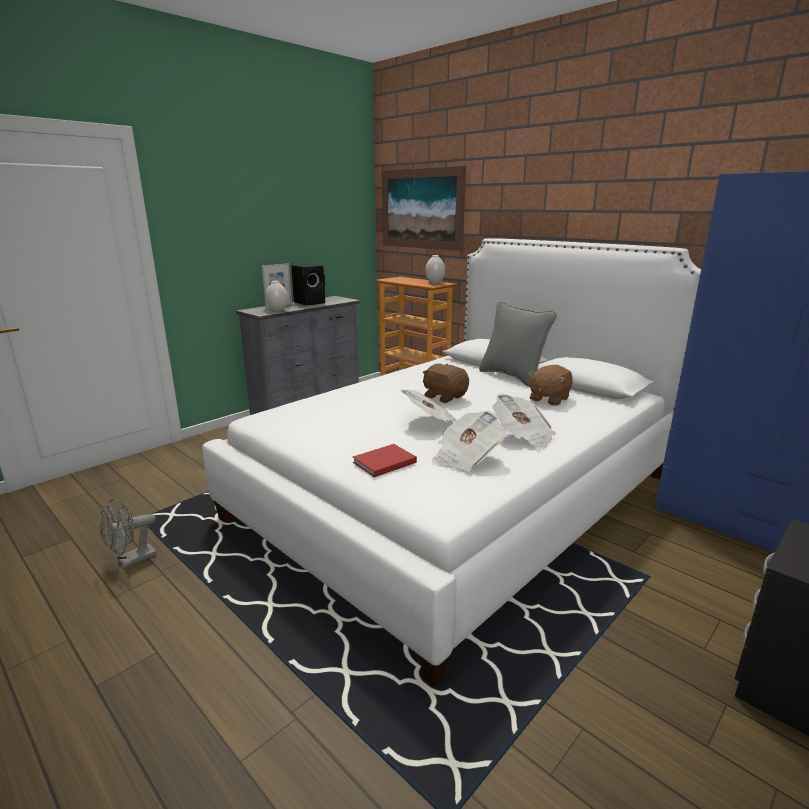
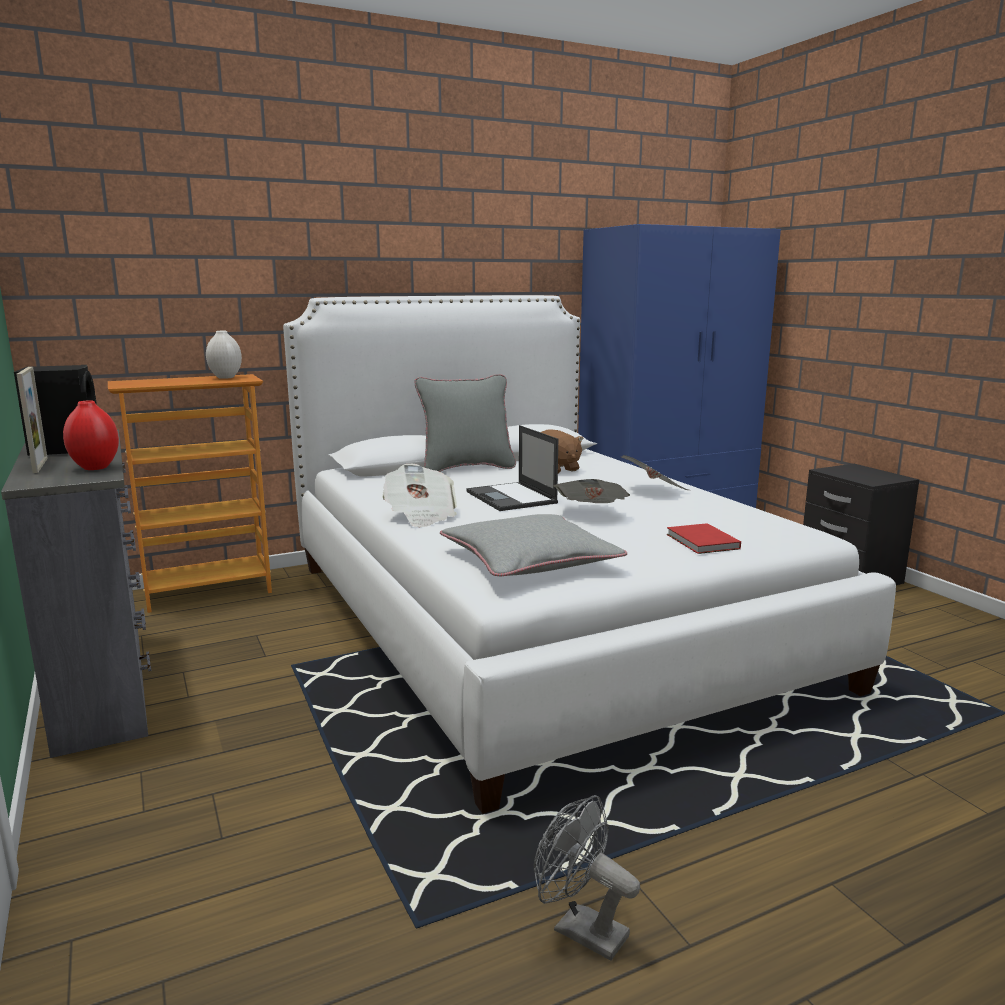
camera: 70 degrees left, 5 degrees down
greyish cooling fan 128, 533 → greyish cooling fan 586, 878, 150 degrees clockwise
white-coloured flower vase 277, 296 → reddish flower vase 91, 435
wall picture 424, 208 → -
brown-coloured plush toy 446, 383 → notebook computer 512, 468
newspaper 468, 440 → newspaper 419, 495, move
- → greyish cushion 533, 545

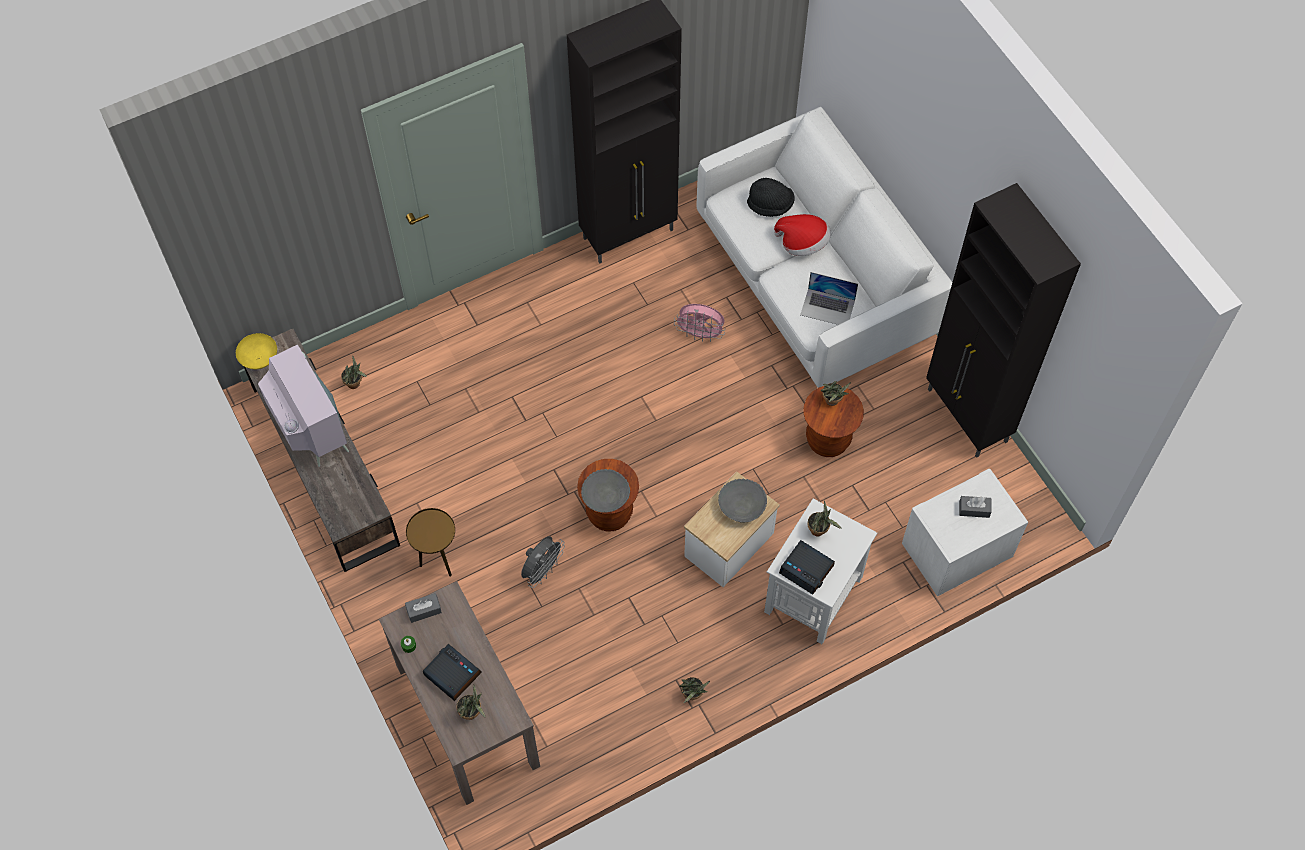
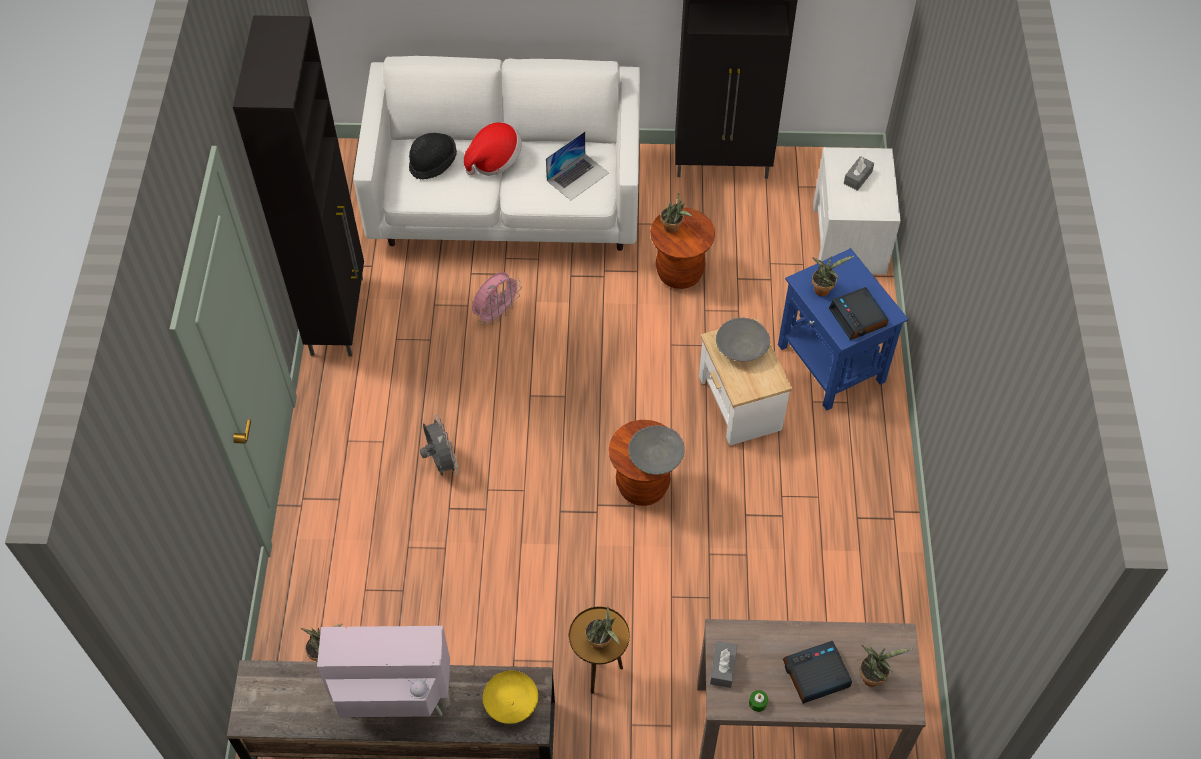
camera: 60 degrees left, 5 degrees down
yellowish bowl 256, 351 → yellowish bowl 510, 697, move
greyish cooling fan 543, 562 → greyish cooling fan 439, 445, move
potted plant 694, 690 → potted plant 602, 627, move
white-coloured side table 820, 571 → blue-coloured side table 843, 329
table clock 807, 567 → table clock 859, 313, 90 degrees clockwise

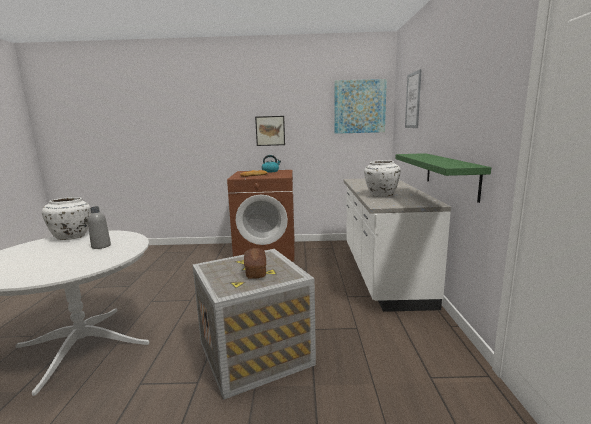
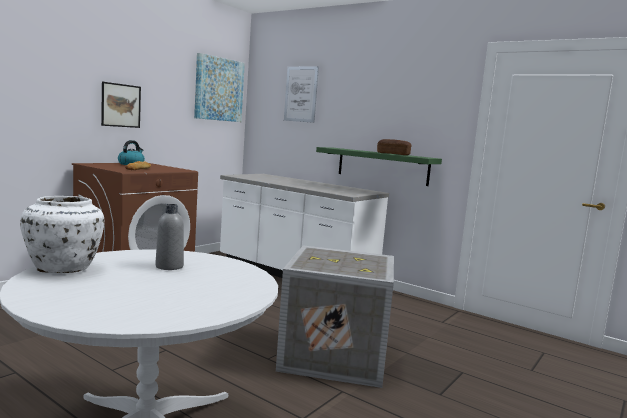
camera: 55 degrees left, 5 degrees down
bakery bread 255, 263 → bakery bread 394, 147, move
white-coloured flower vase 382, 178 → -

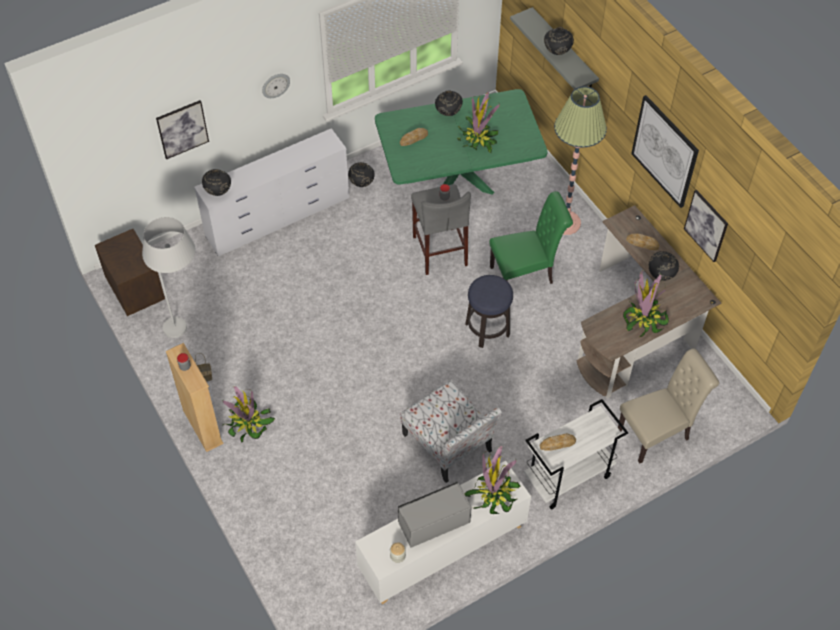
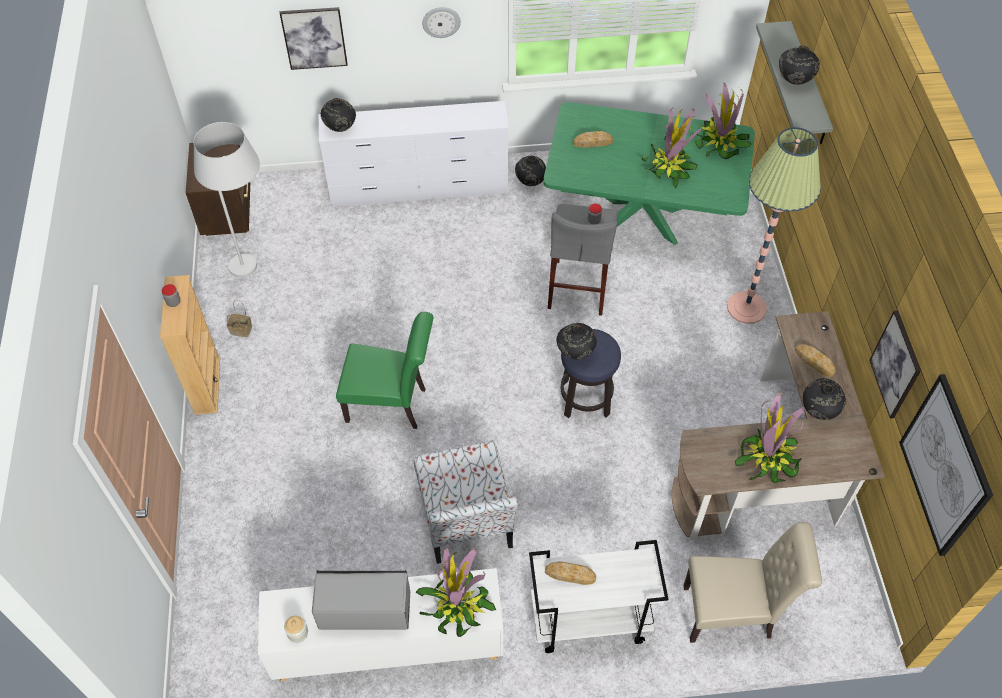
camera: 25 degrees right, 0 degrees up
potted plant 249, 414 → potted plant 721, 120, move
black flower vase 449, 103 → black flower vase 577, 341, move
green-coloured chair 531, 237 → green-coloured chair 384, 370, move
wall picture 665, 151 → wall picture 946, 465, move

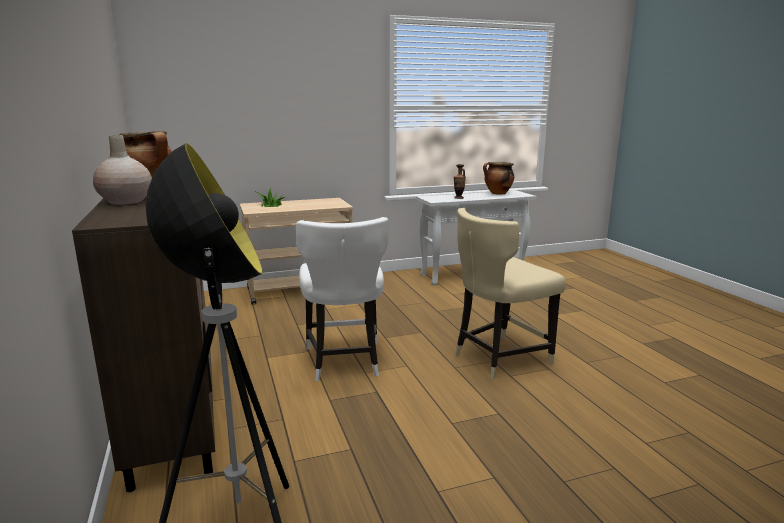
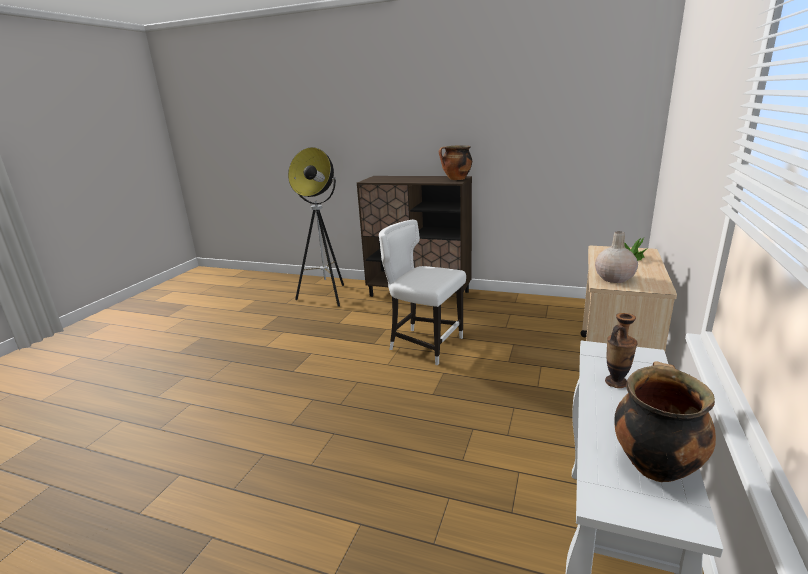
camera: 130 degrees right, 5 degrees up
sand-coloured flower vase 122, 170 → sand-coloured flower vase 616, 257, move
sand-coloured chair 510, 294 → -

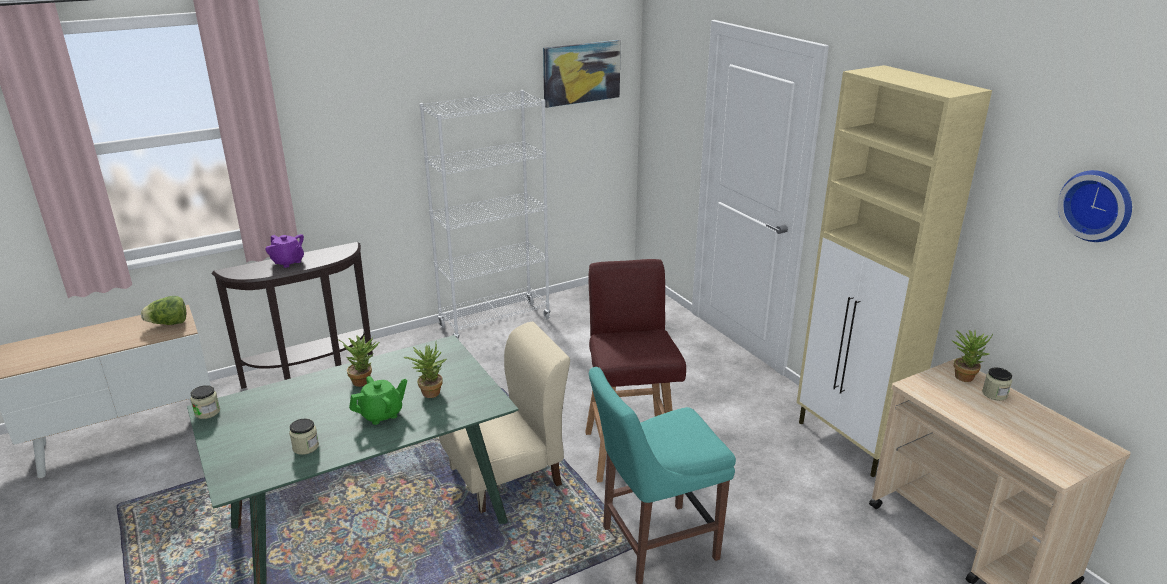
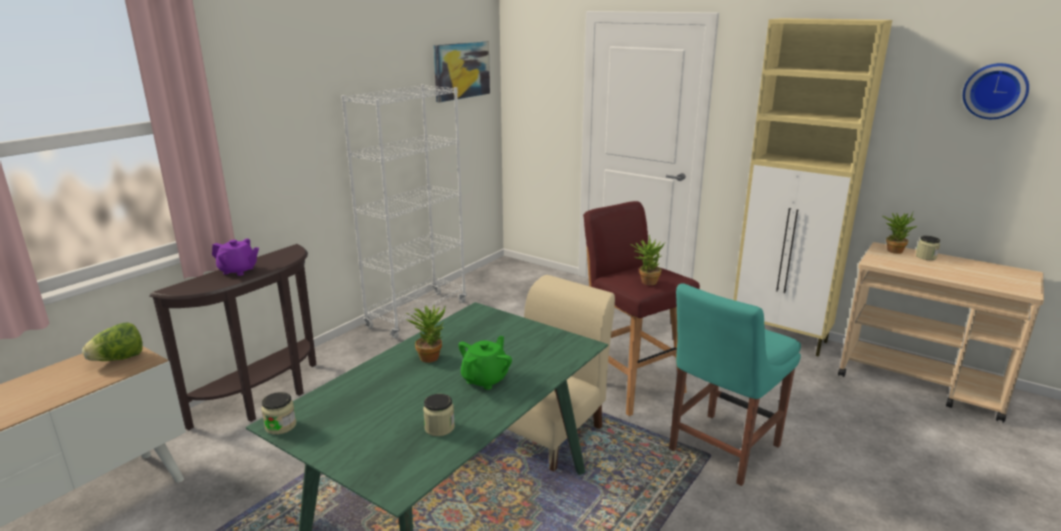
camera: 25 degrees left, 5 degrees down
potted plant 425, 371 → potted plant 647, 260, move

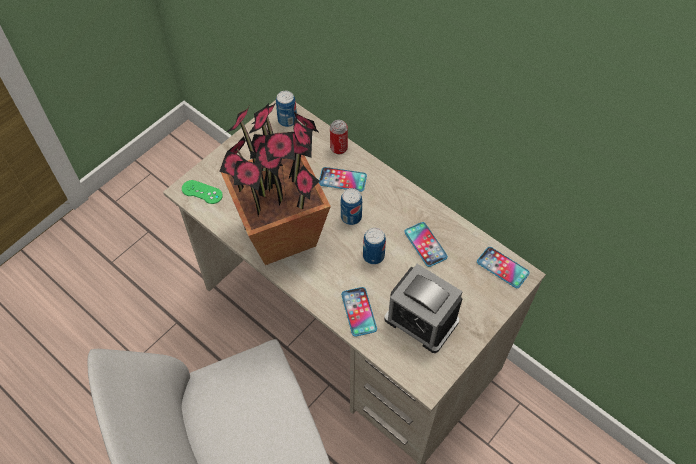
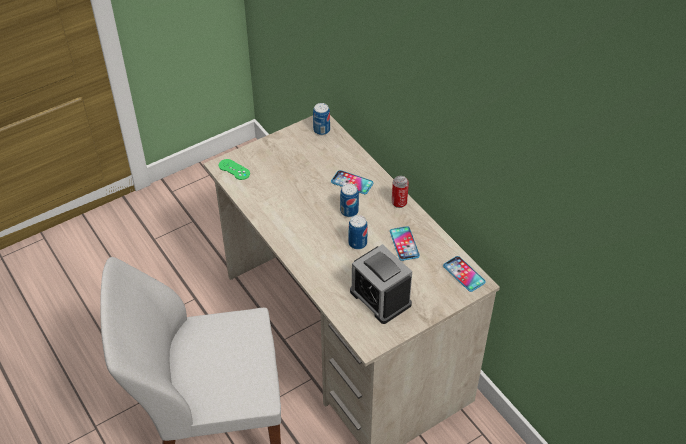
camera: 15 degrees right, 10 degrees down
potted plant 275, 183 → -
sealed can 339, 137 → sealed can 400, 192, move
telephone 359, 312 → -

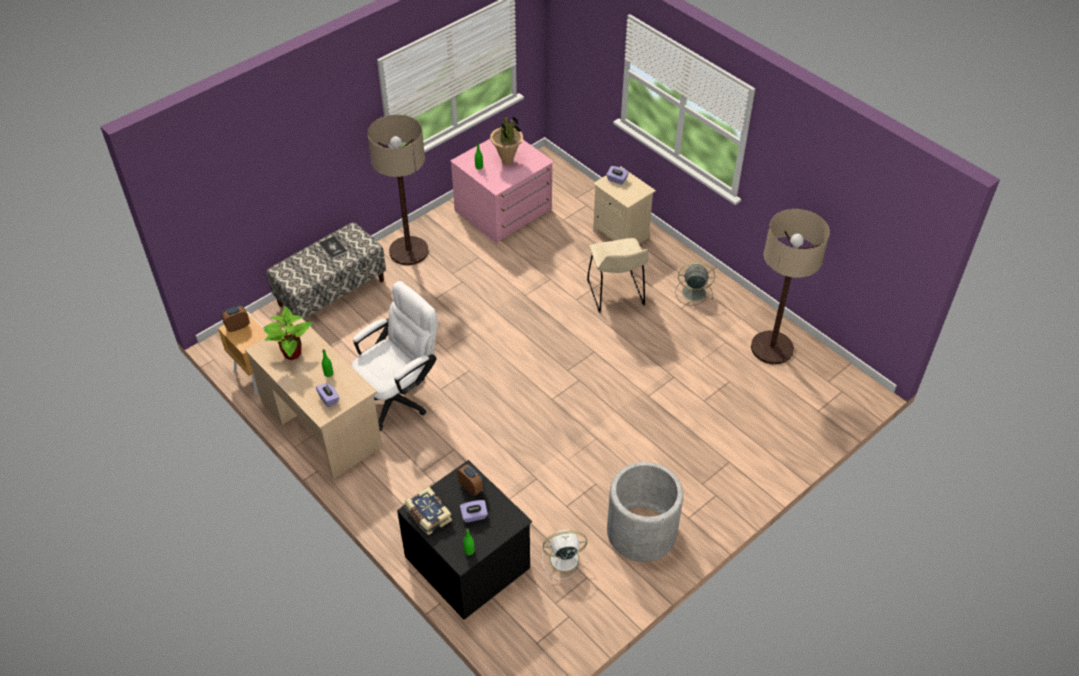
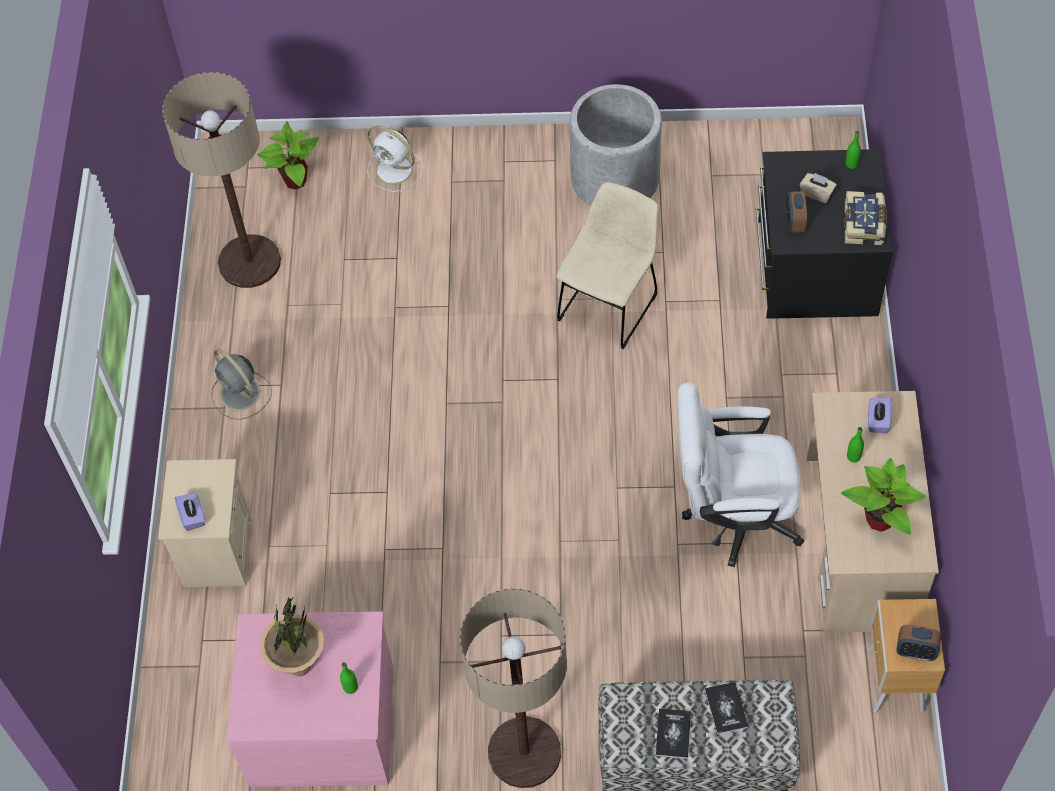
camera: 135 degrees left, 10 degrees up
purple-coloured tissue holder 474, 511 → sand-coloured tissue holder 818, 188
white-coloured cooling fan 565, 554 → white-coloured cooling fan 395, 159, move
sand-coloured chair 617, 275 → sand-coloured chair 607, 265, move
- → potted plant 288, 155
- → book 726, 708

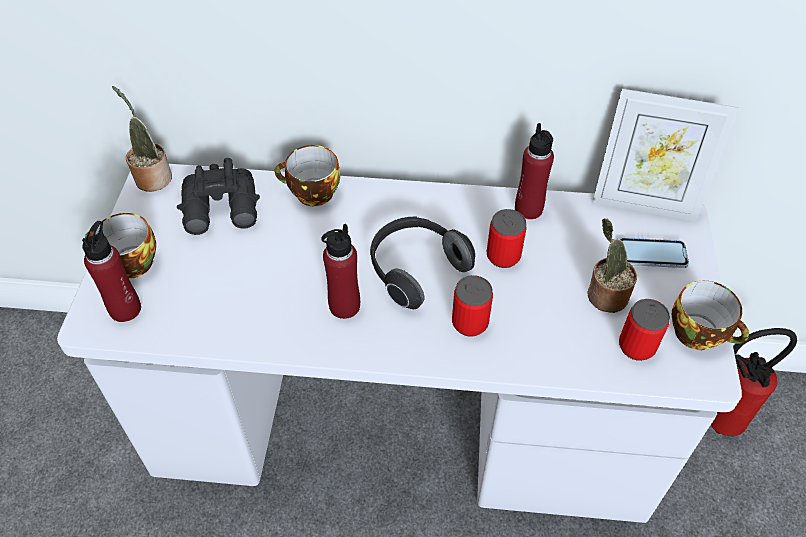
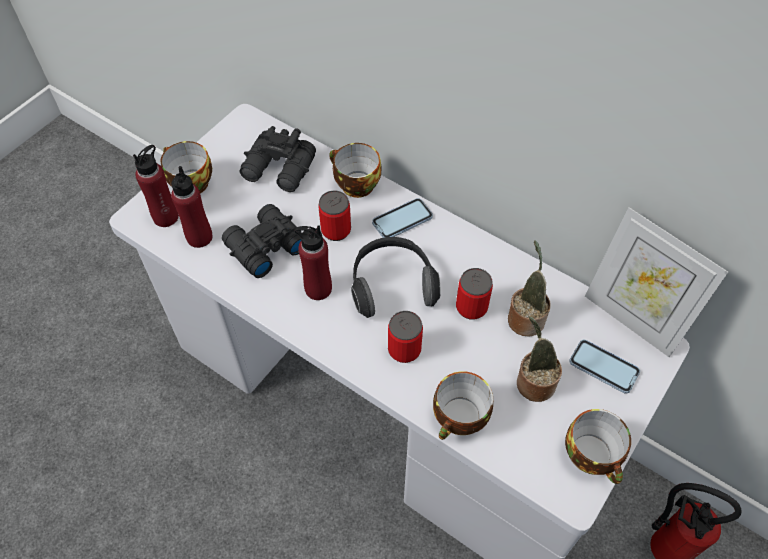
camera: 30 degrees right, 5 degrees up
potted plant 142, 139 → potted plant 529, 288, move
reddish drink bottle 534, 171 → reddish drink bottle 192, 207, move
sealed can 644, 330 → sealed can 334, 215, move
- → black pair of binoculars 261, 241
- → telephone 402, 218
- → cup 463, 405

